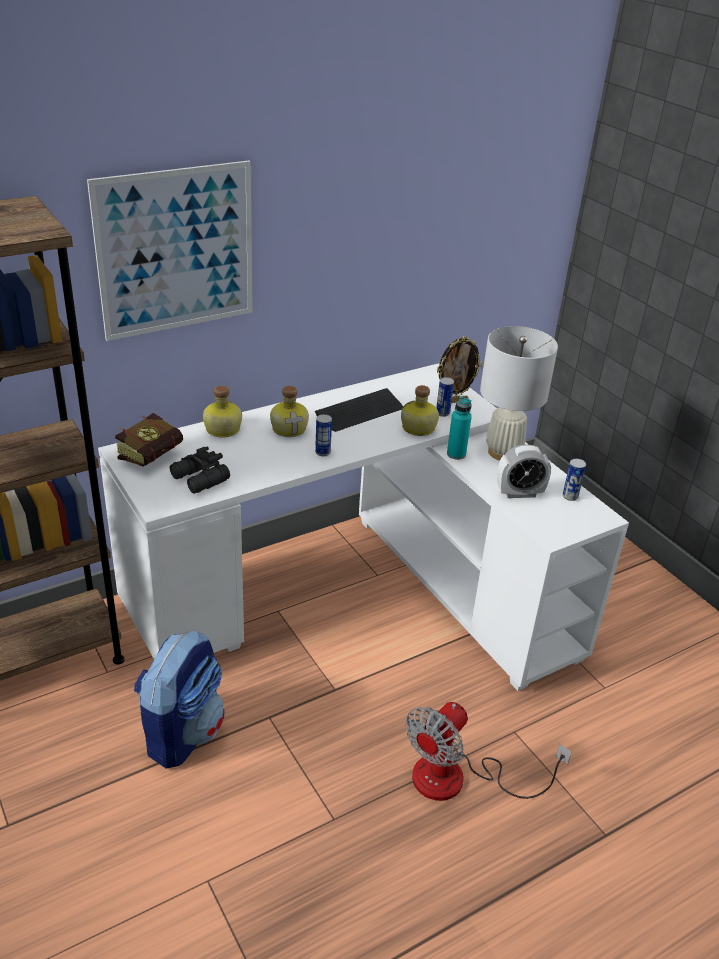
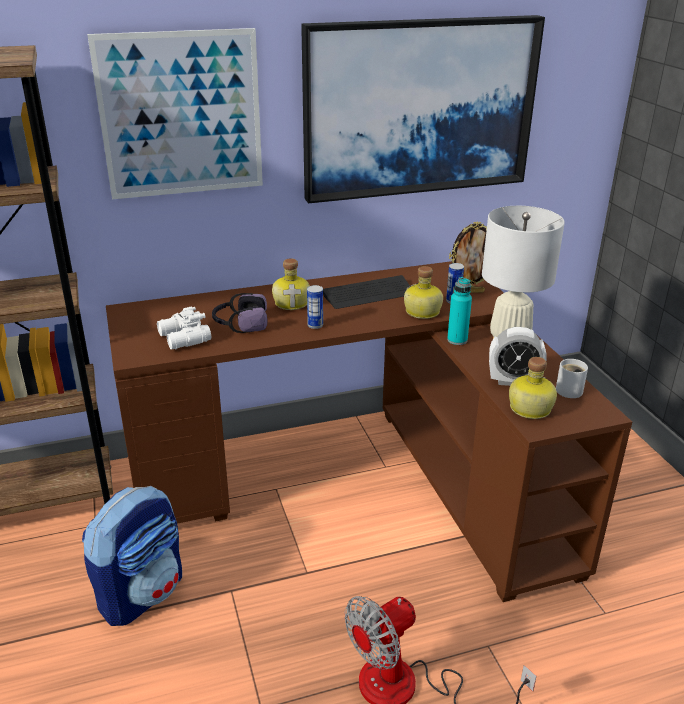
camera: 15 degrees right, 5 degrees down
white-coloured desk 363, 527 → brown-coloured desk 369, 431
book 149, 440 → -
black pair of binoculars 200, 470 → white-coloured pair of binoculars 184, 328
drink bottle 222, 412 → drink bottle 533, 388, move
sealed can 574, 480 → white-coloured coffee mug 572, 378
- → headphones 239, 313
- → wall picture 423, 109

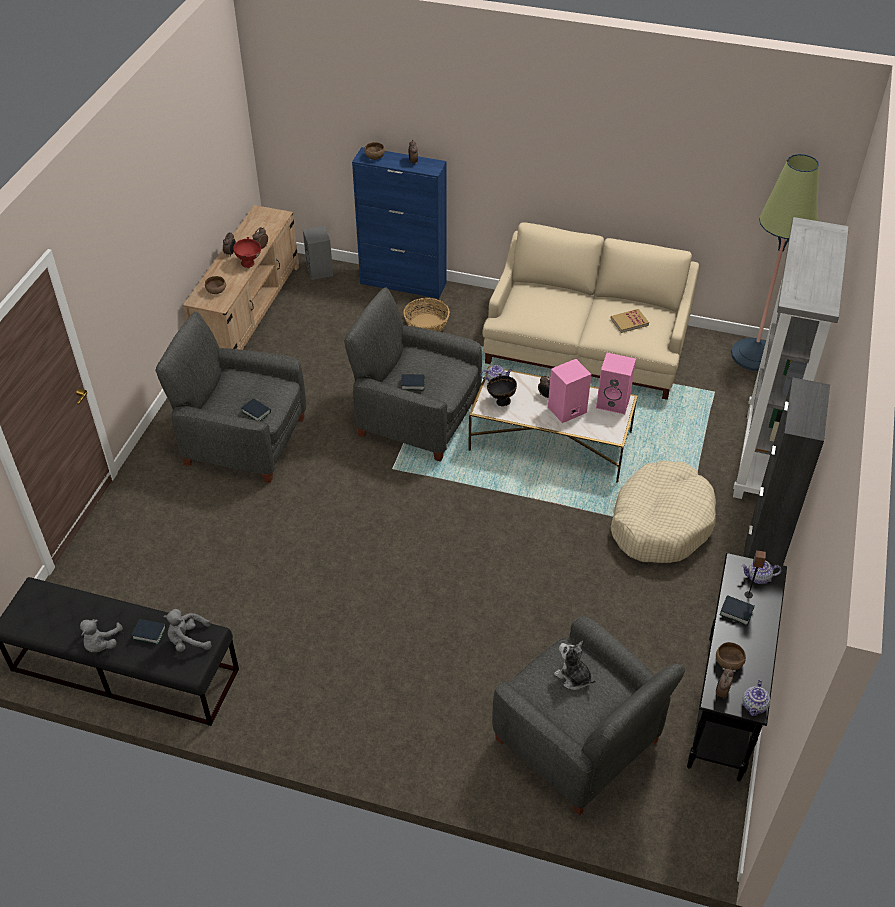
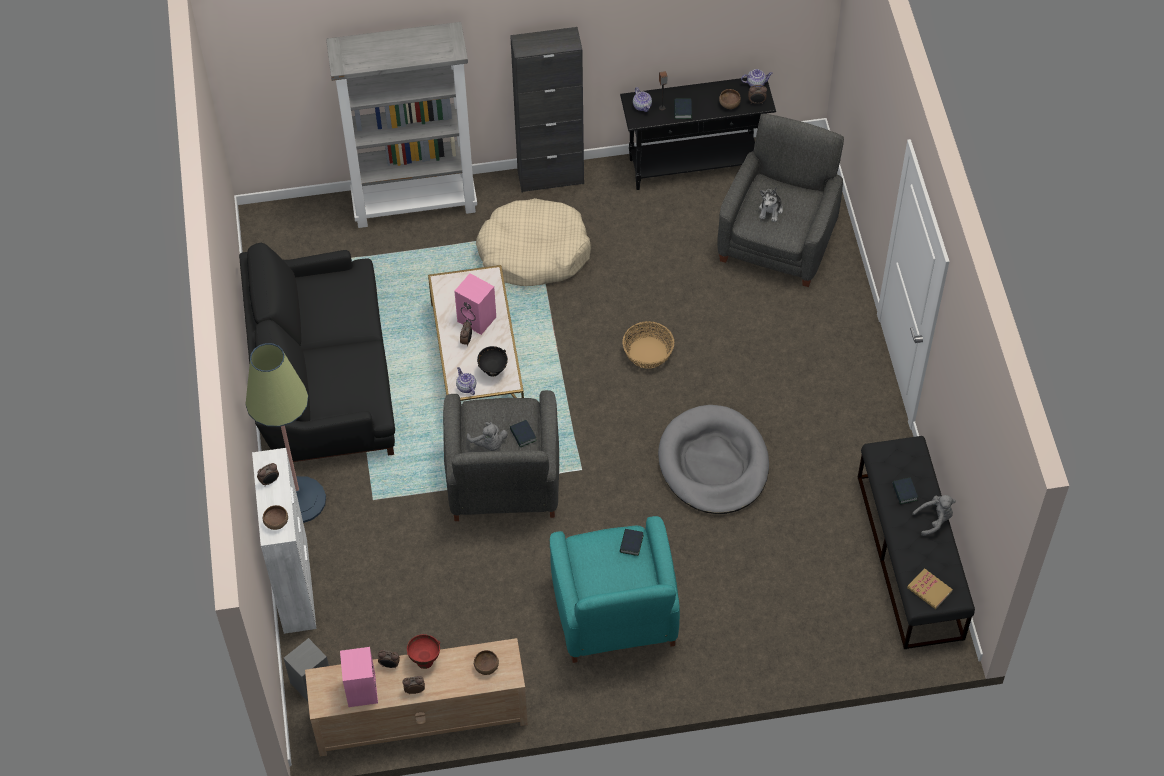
camera: 115 degrees left, 10 degrees up
greyish lounge chair 230, 397 → turquoise-coloured lounge chair 615, 589
greyish plush toy 187, 630 → greyish plush toy 487, 436, move
blue-coloured cabinet 399, 223 → white-coloured cabinet 284, 541
basket 427, 315 → basket 648, 345, move
sand-coloured couch 591, 311 → black couch 317, 352
pink-coloured audio speaker 616, 383 → pink-coloured audio speaker 359, 677, move
book 630, 321 → book 930, 588, move
floor lamp 775, 262 → floor lamp 285, 433, move
- → greyish pet bed 713, 459

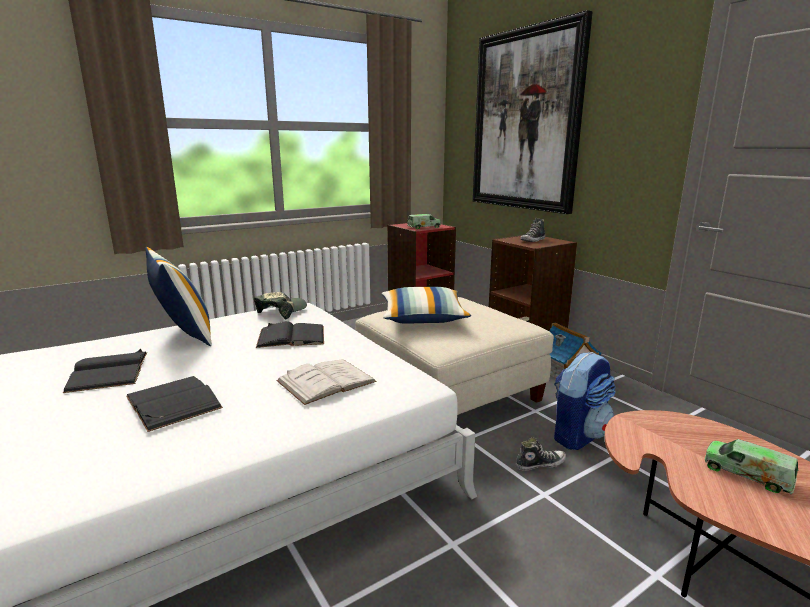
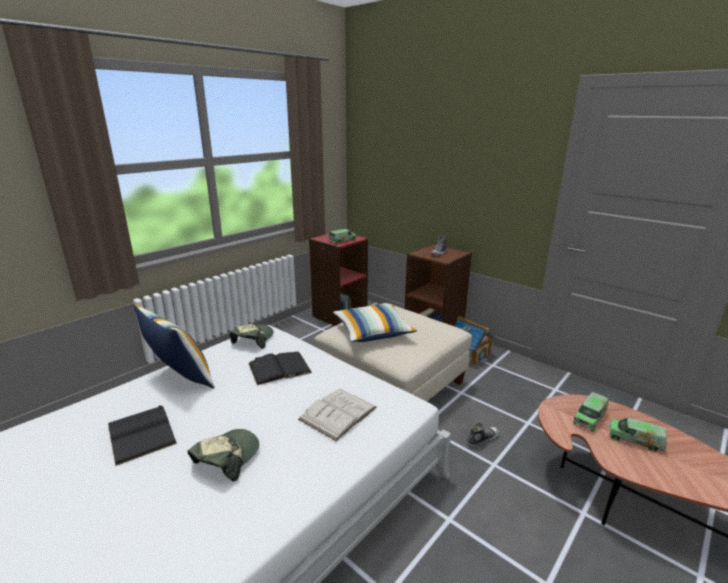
camera: 15 degrees left, 5 degrees up
black book 174, 404 → baseball cap 223, 455
wall picture 533, 112 → -
knapsack 585, 401 → -
- → model truck 590, 411

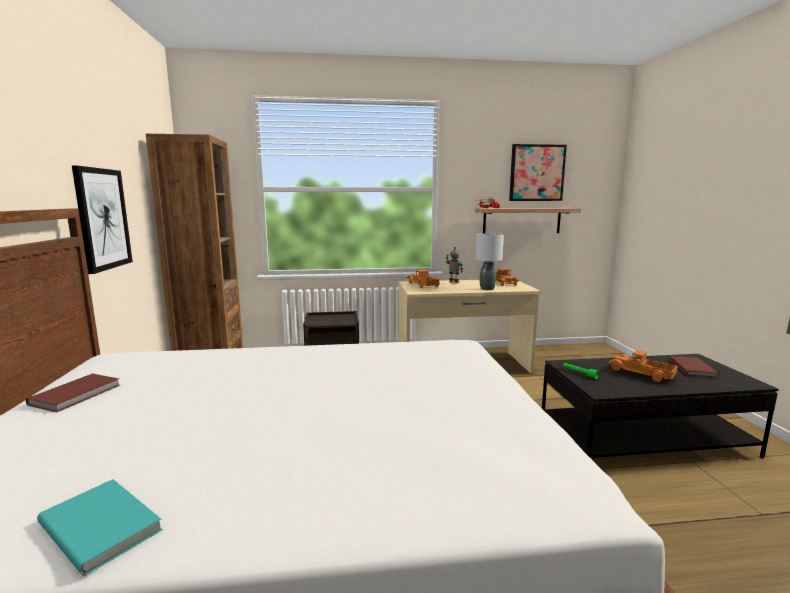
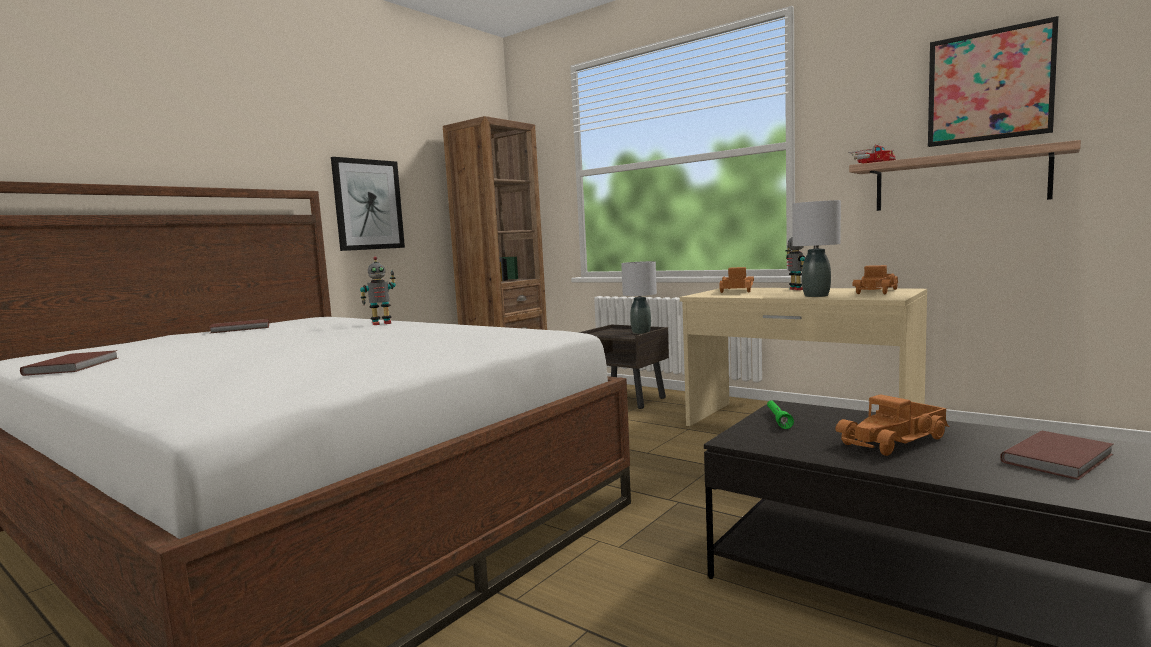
camera: 45 degrees right, 5 degrees down
turquoise-coloured book 100, 527 → brown-coloured book 69, 363
model truck 643, 366 → model truck 893, 425, 120 degrees counterclockwise
- → robot figure 378, 290
- → greyish tabletop lamp 639, 297

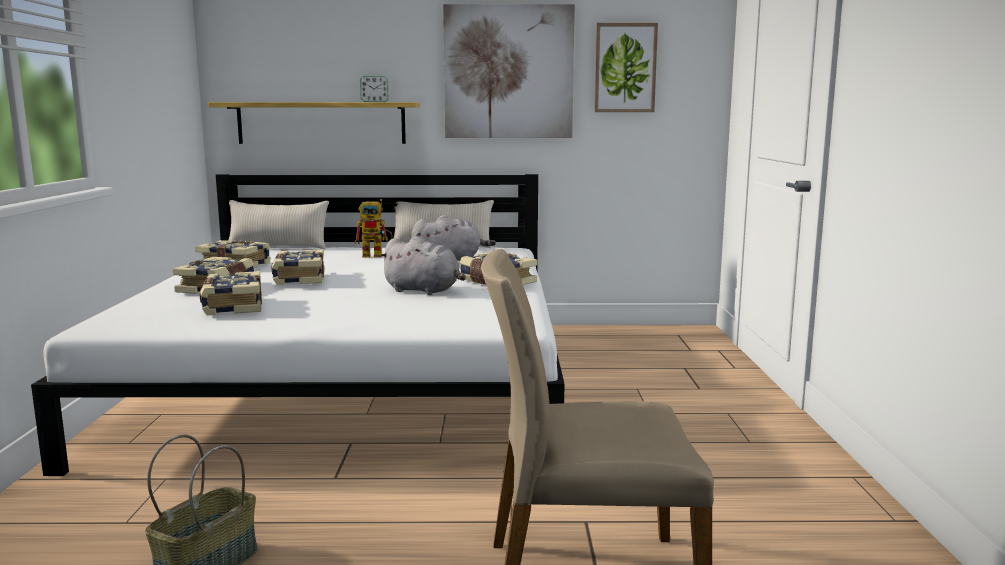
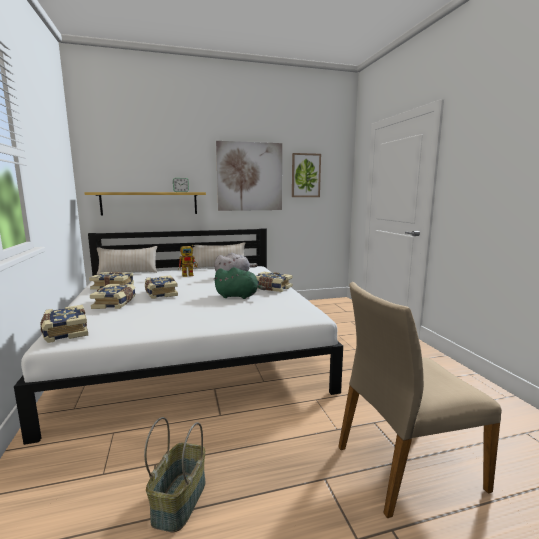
camera: 15 degrees left, 0 degrees up
book 231, 293 → book 64, 324, move
greyish plush toy 422, 266 → green-coloured plush toy 239, 283

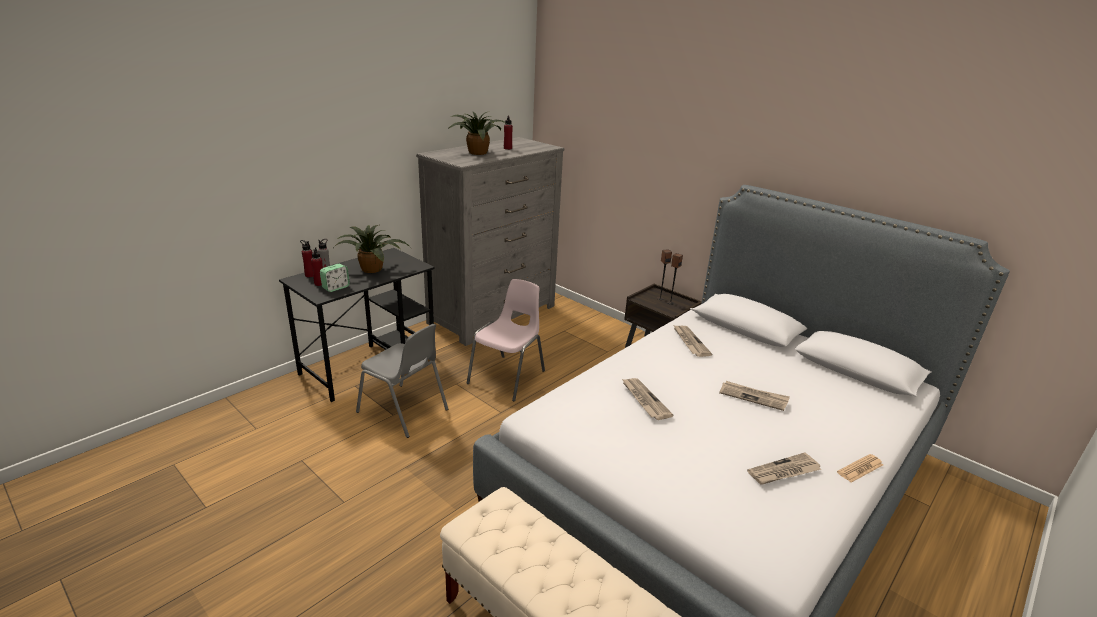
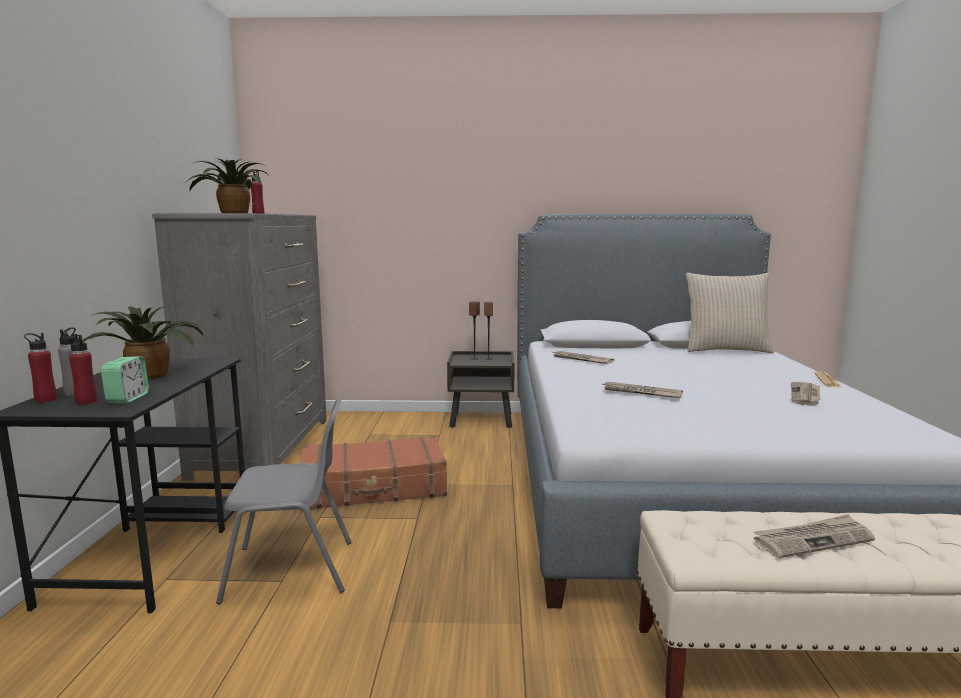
camera: 40 degrees left, 15 degrees down
pink-coloured chair 506, 340 → brown-coloured suitcase 373, 472
newspaper 754, 396 → newspaper 814, 536, move
- → sand-coloured cushion 730, 313

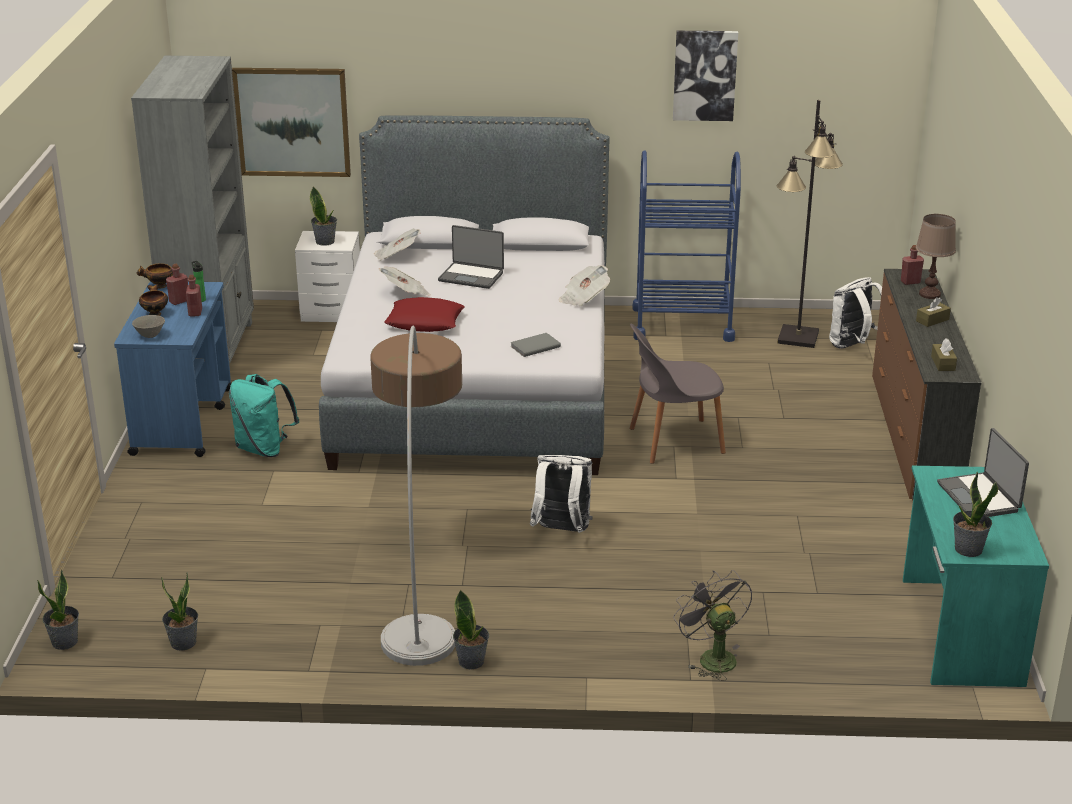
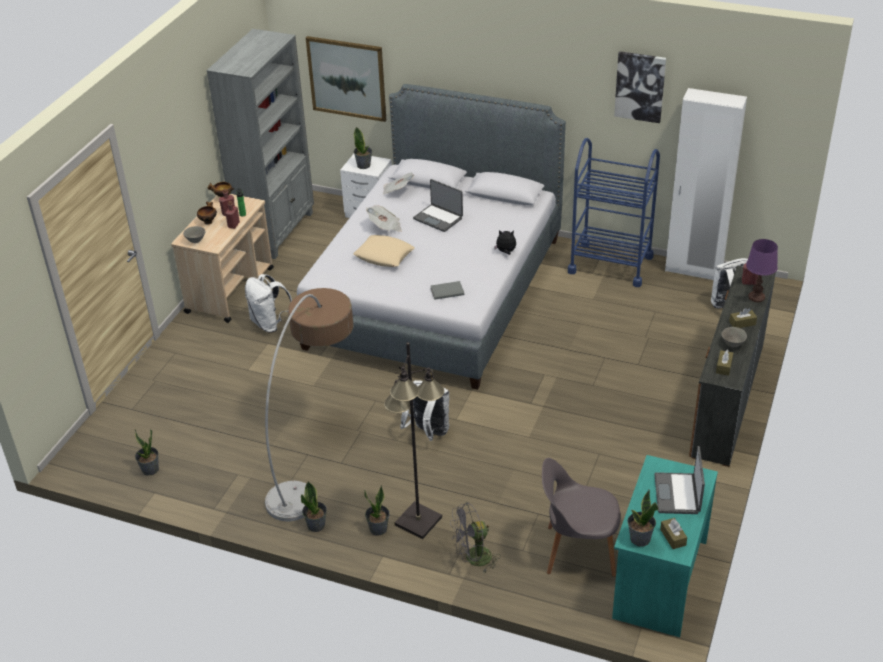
camera: 20 degrees right, 10 degrees up
potted plant 58, 609 → potted plant 377, 510, move
blue-coloured trolley 172, 369 → sand-coloured trolley 222, 258
turquoise-coloured knapsack 264, 415 → white-coloured knapsack 268, 303
reddish cushion 424, 314 → sand-coloured cushion 384, 251
newspaper 584, 285 → plush toy 505, 242
greyish chair 678, 394 → greyish chair 581, 517, move
greyish cooling fan 712, 625 → greyish cooling fan 475, 537, 105 degrees counterclockwise
black floor lamp 810, 224 → black floor lamp 414, 440, move
brown-coloured tabletop lamp 936, 256 → purple-coloured tabletop lamp 762, 270
- → brown-coloured tissue holder 673, 533
- → white-coloured wardrobe 706, 184
- → greyish bowl 734, 337

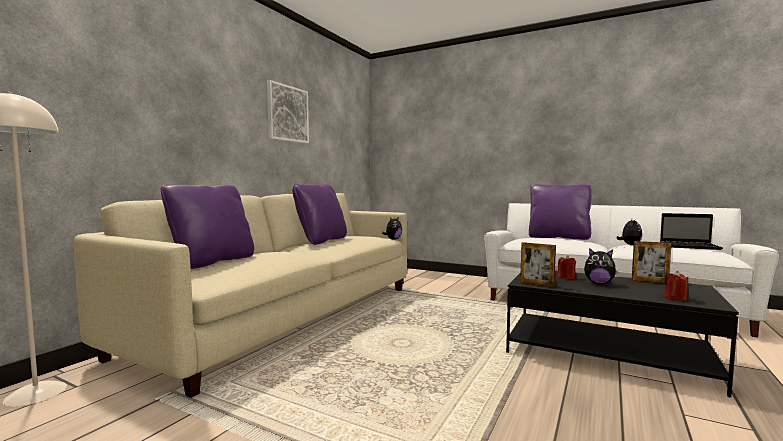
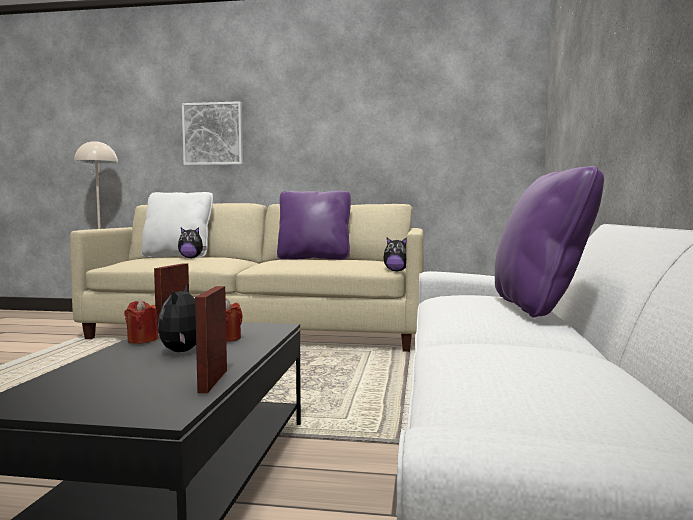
camera: 70 degrees right, 0 degrees up
purple-coloured cushion 207, 226 → white-coloured cushion 177, 225
wall picture 288, 112 → wall picture 212, 133, move
plush toy 629, 232 → plush toy 192, 242, move
notebook computer 691, 231 → -
reddish wax light 676, 286 → reddish wax light 141, 322, move

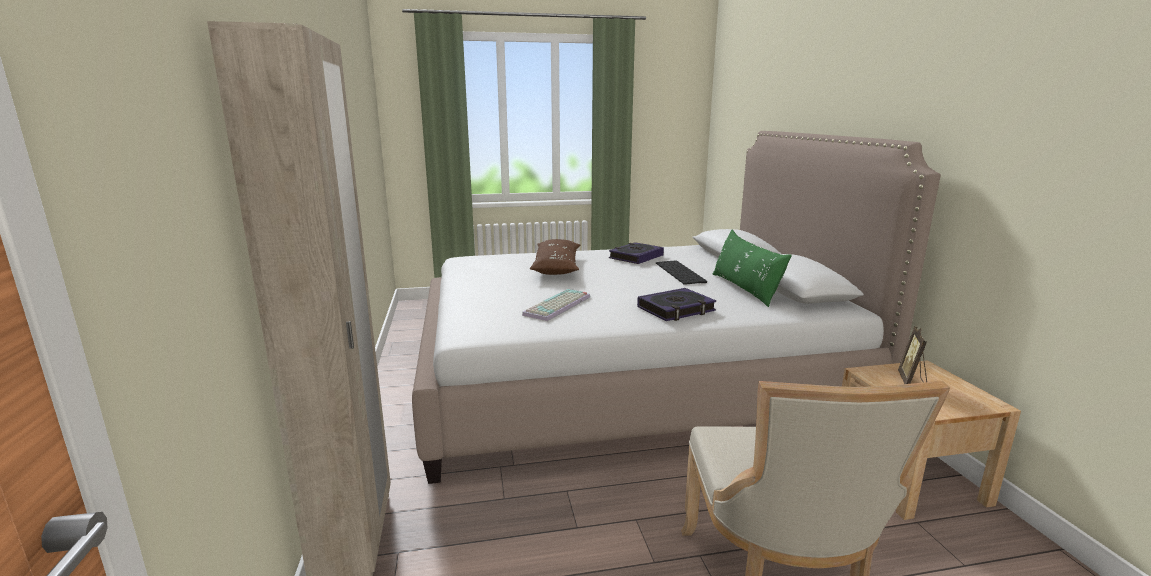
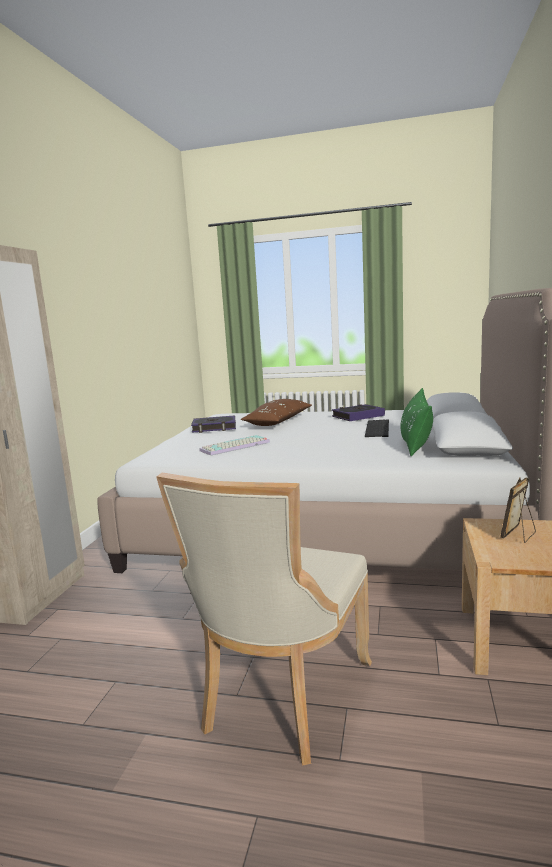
camera: 25 degrees right, 5 degrees down
book 676, 304 → book 213, 424, move

